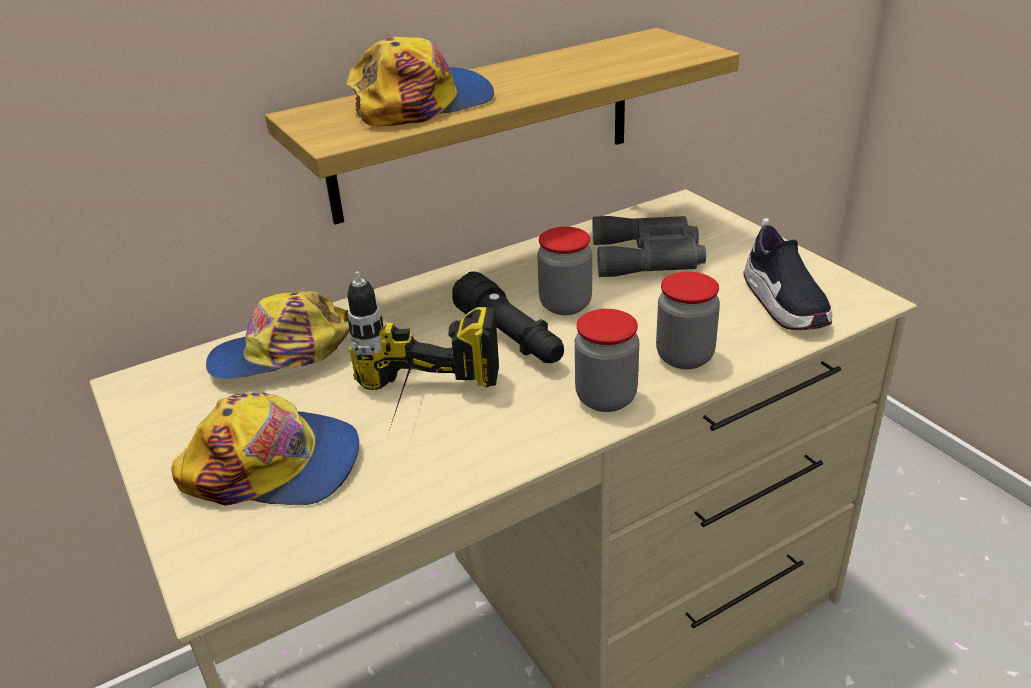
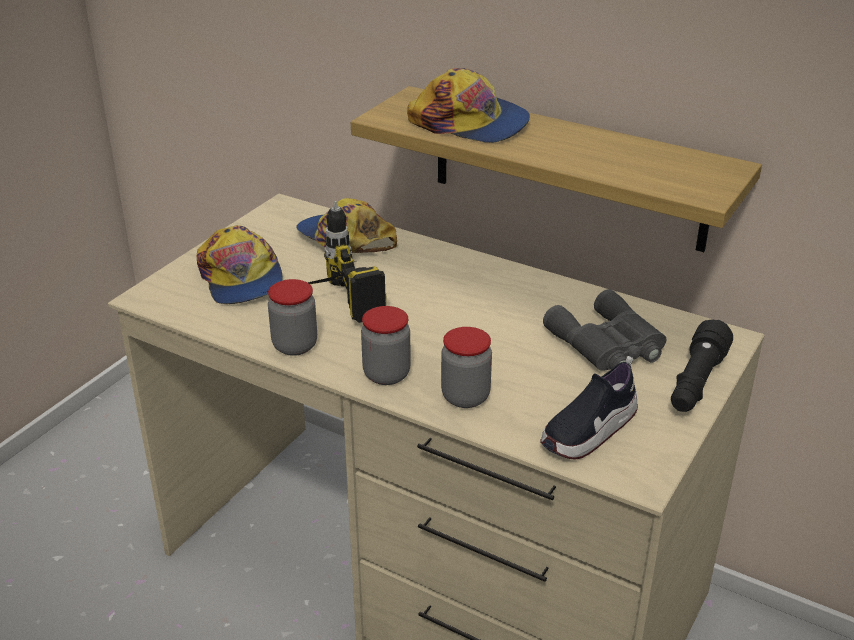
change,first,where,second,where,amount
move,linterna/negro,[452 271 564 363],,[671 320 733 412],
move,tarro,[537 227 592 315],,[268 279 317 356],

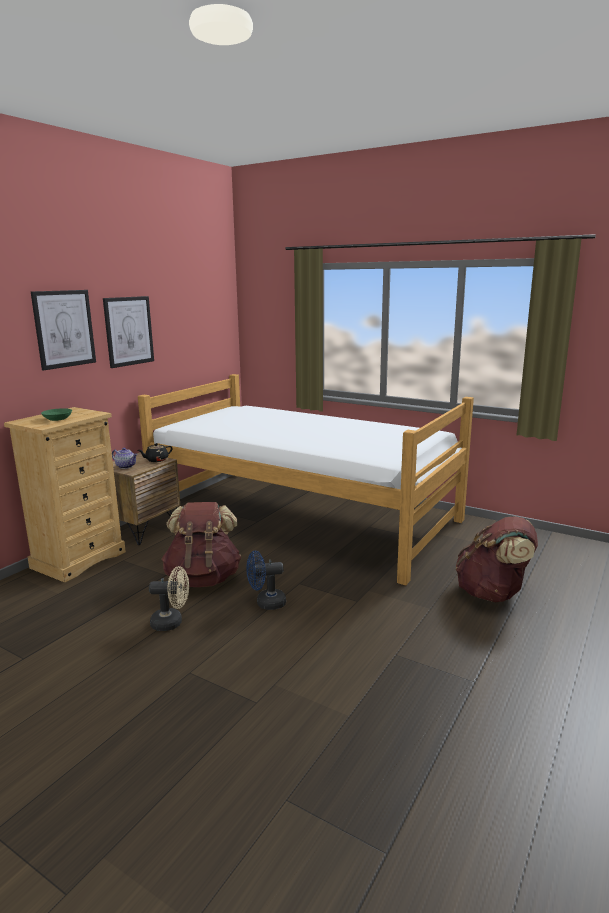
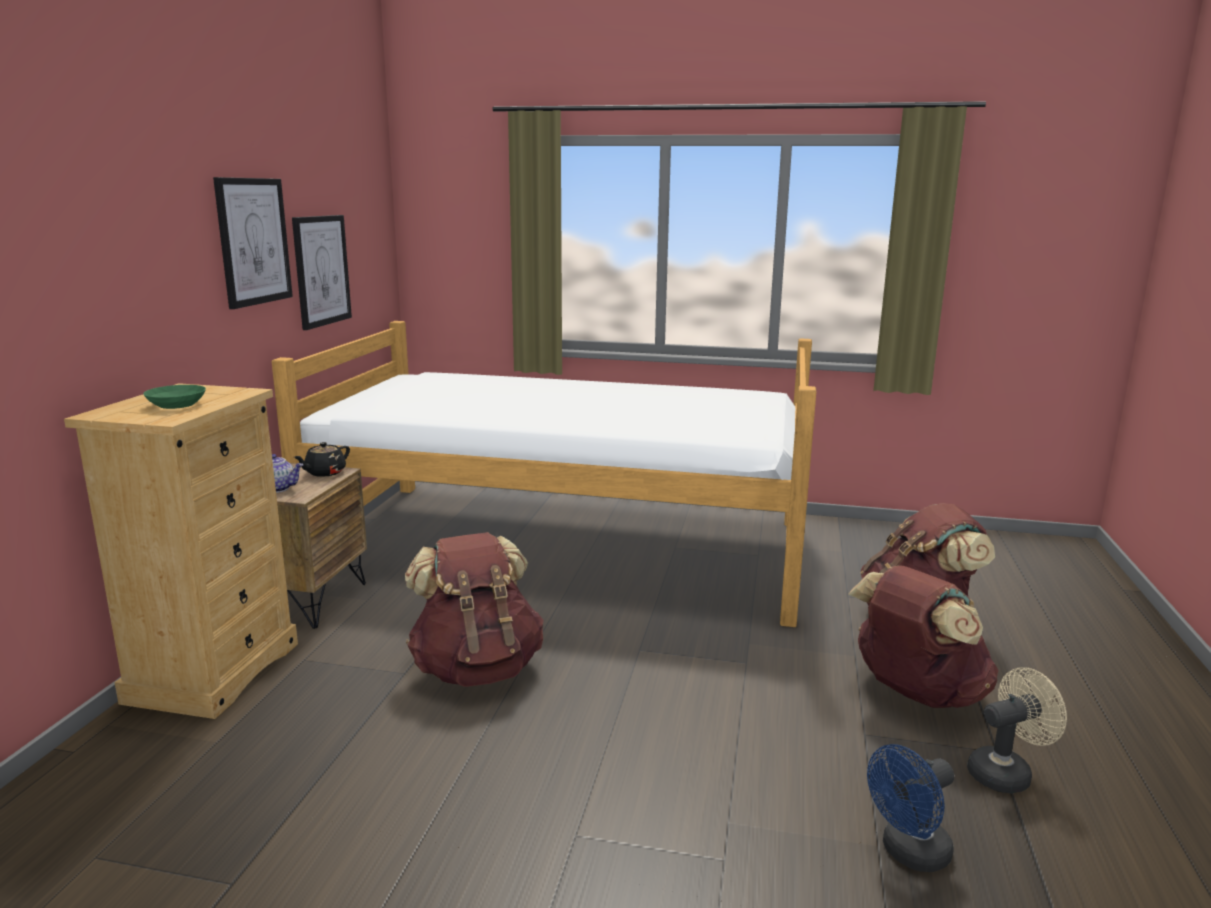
change,first,where,second,where,amount
insert,,,mochila/marrón,[849 566 999 708],
move,cuadro,[31 290 96 370],,[292 215 352 330],
move,ventilador/beis,[149 566 189 631],,[967 667 1067 793],
move,ventilador/azul,[246 551 286 610],,[867 744 954 872],

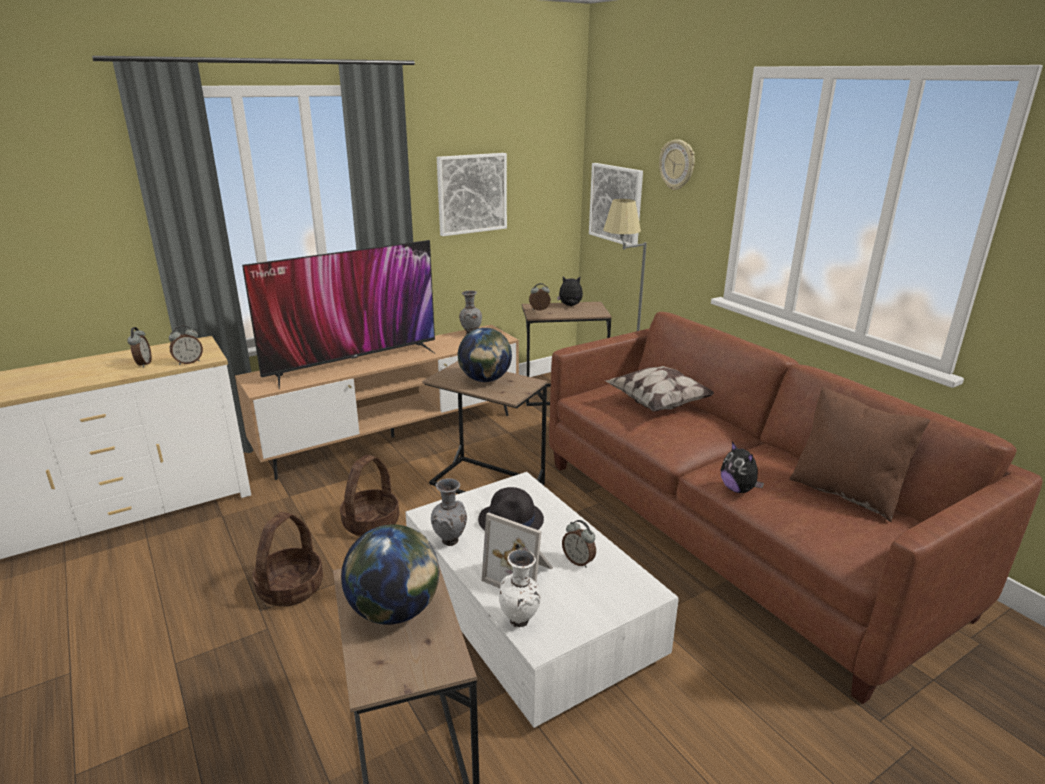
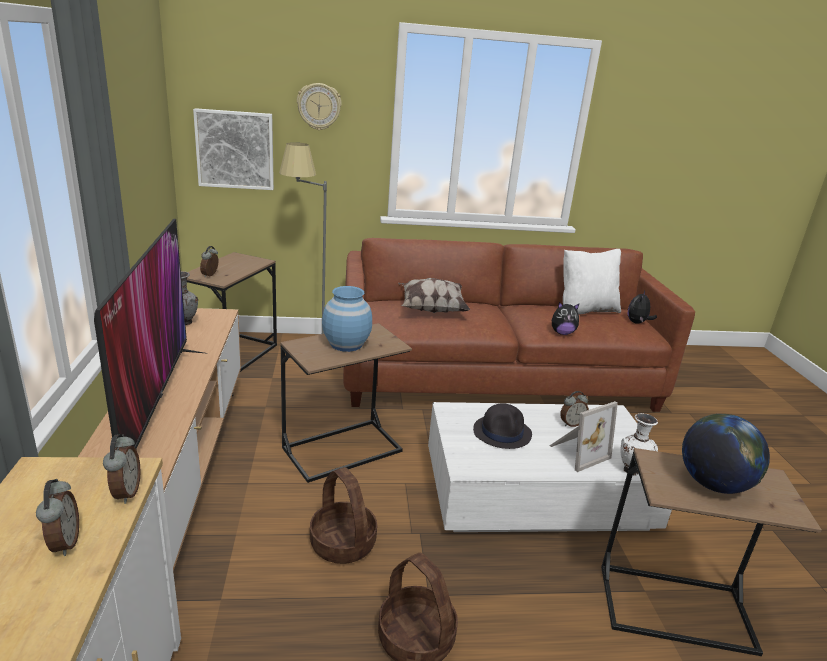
change,first,where,second,where,amount
delete,florero/gris,[431 478 467 546],,,
delete,cuadro,[437 153 507 236],,,
move,peluche,[557 277 583 306],,[628 290 657 324],
replace,globo terráqueo,[458 328 512 382],florero/azul,[322 286 372 352],
recolor,cojín/marrón,[789 387 930 522],cojín/blanco,[563 249 621 315],
rotate,despertador,[127 327 152 368],,[36 479 79 556],60 degrees clockwise

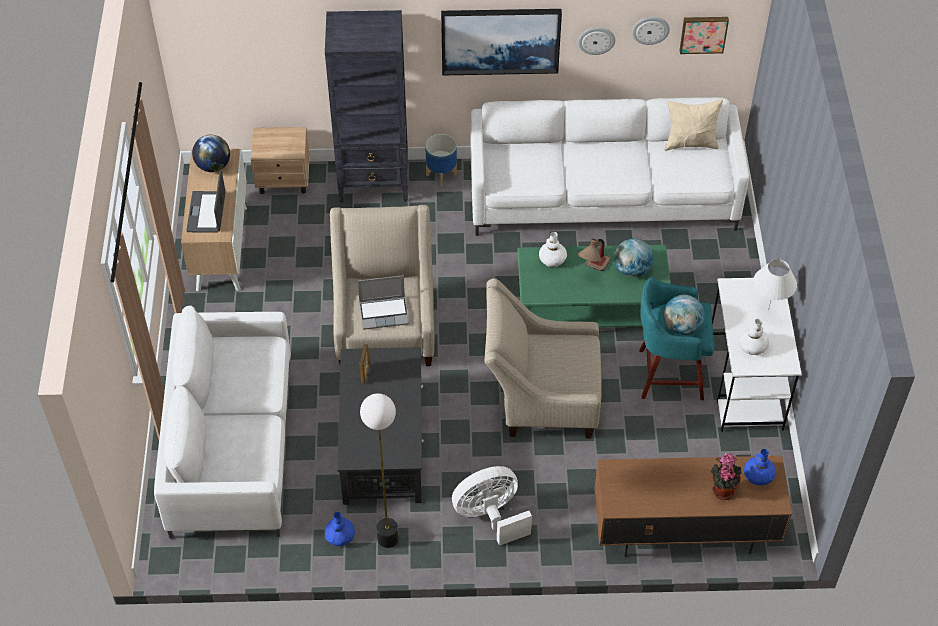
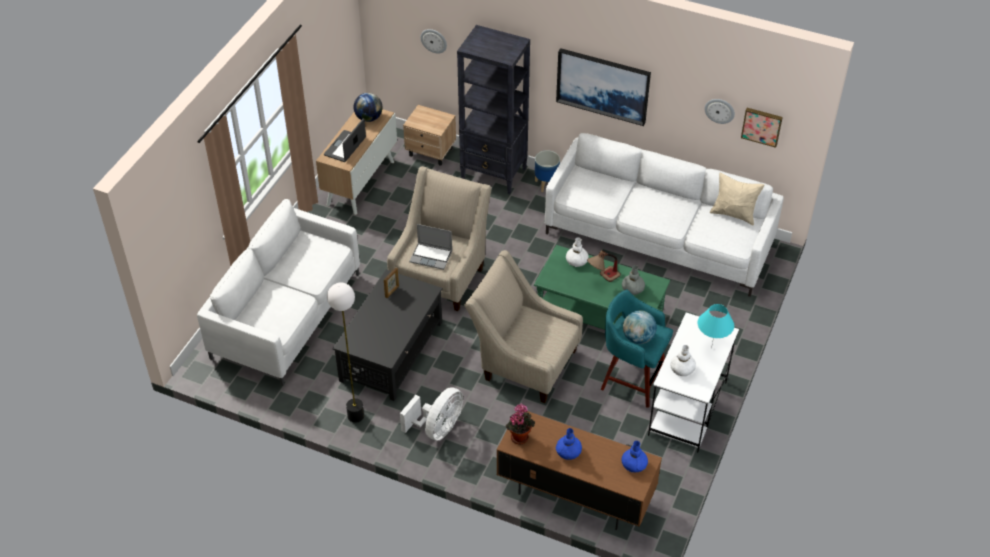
change,first,where,second,where,amount
move,florero/azul,[325 512 355 546],,[556 428 582 460],
move,reloj de pared,[578 27 615 55],,[420 29 447 54],
move,planta en maceta,[711 453 741 500],,[506 404 535 444],
replace,globo terráqueo,[614 239 653 277],florero/gris,[622 265 645 295],
recolor,lámpara de mesa/blanco,[753 259 797 311],lámpara de mesa/turquesa,[697 304 734 349],
rotate,ventilador/blanco,[452 466 532 546],,[400 387 463 441],120 degrees clockwise

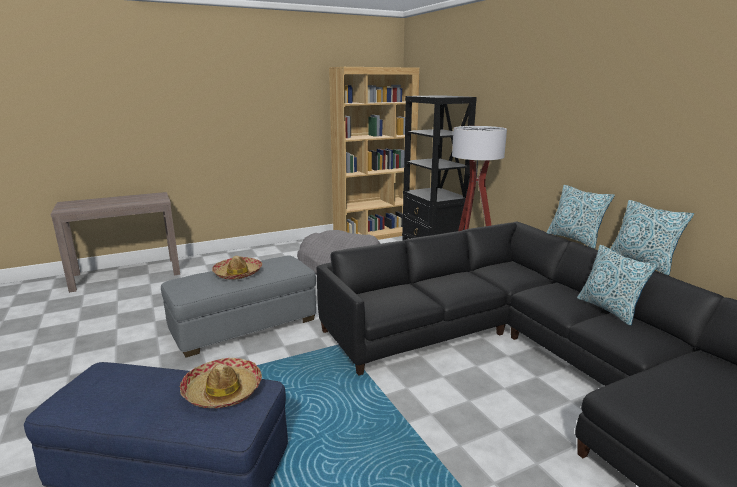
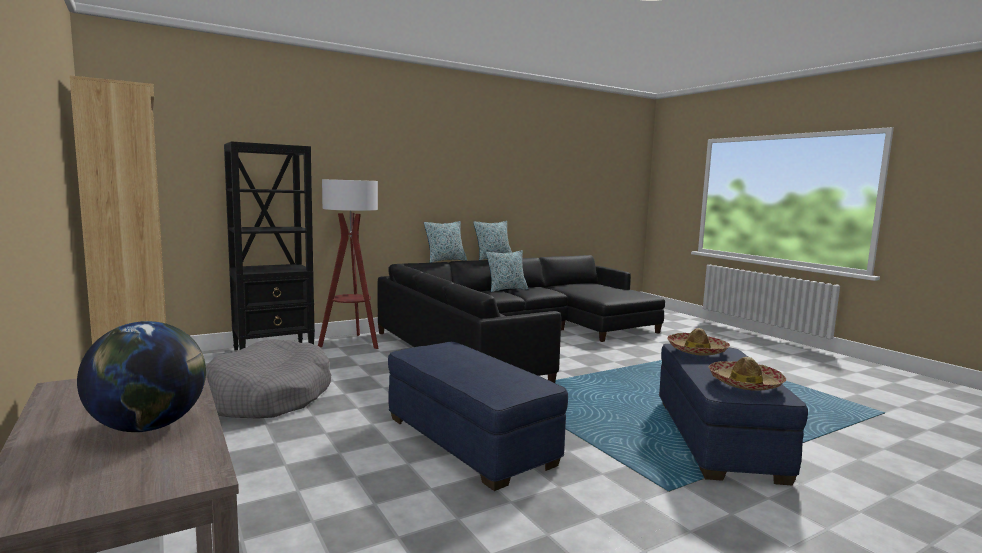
change,first,where,second,where,amount
insert,,,globo terráqueo,[77 321 206 432],
move,sombrero,[212 256 262 280],,[709 357 786 391],
recolor,puf/gris,[161 255 316 357],puf/azul,[388 342 568 491],

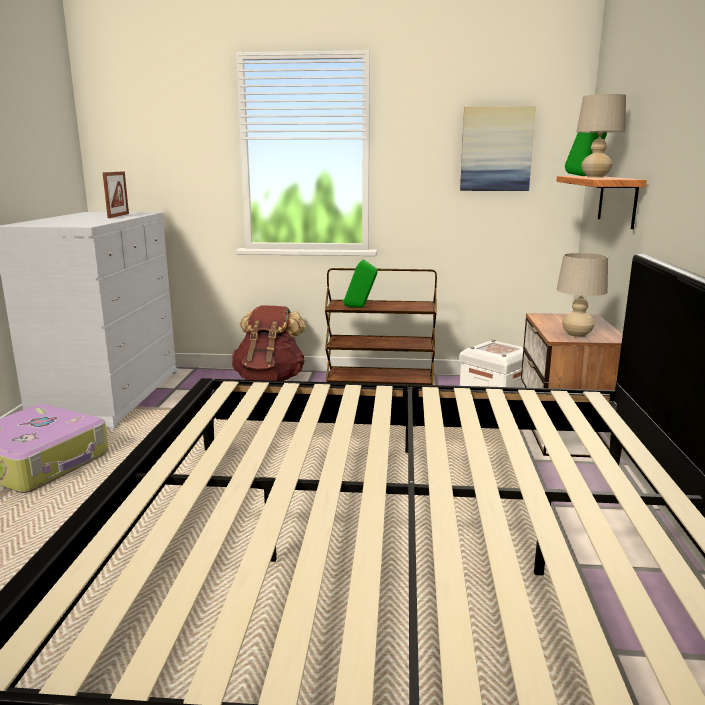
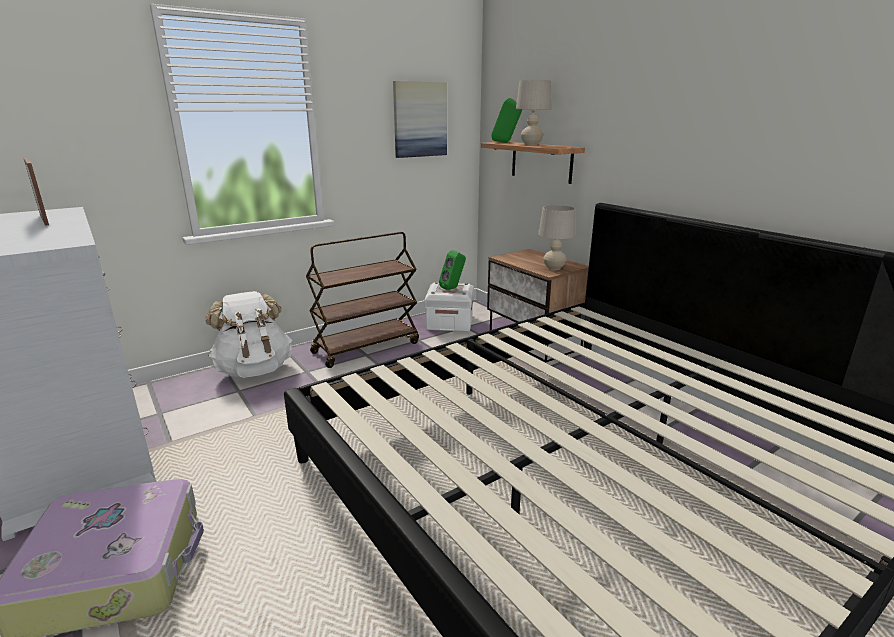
change,first,where,second,where,amount
move,altavoz/verde,[343 259 377 308],,[439 250 466 290],
recolor,mochila/marrón,[232 306 306 381],mochila/blanco,[205 291 292 378],

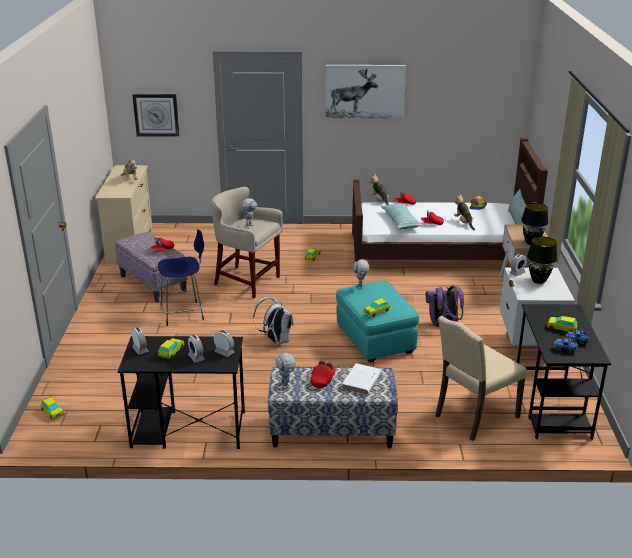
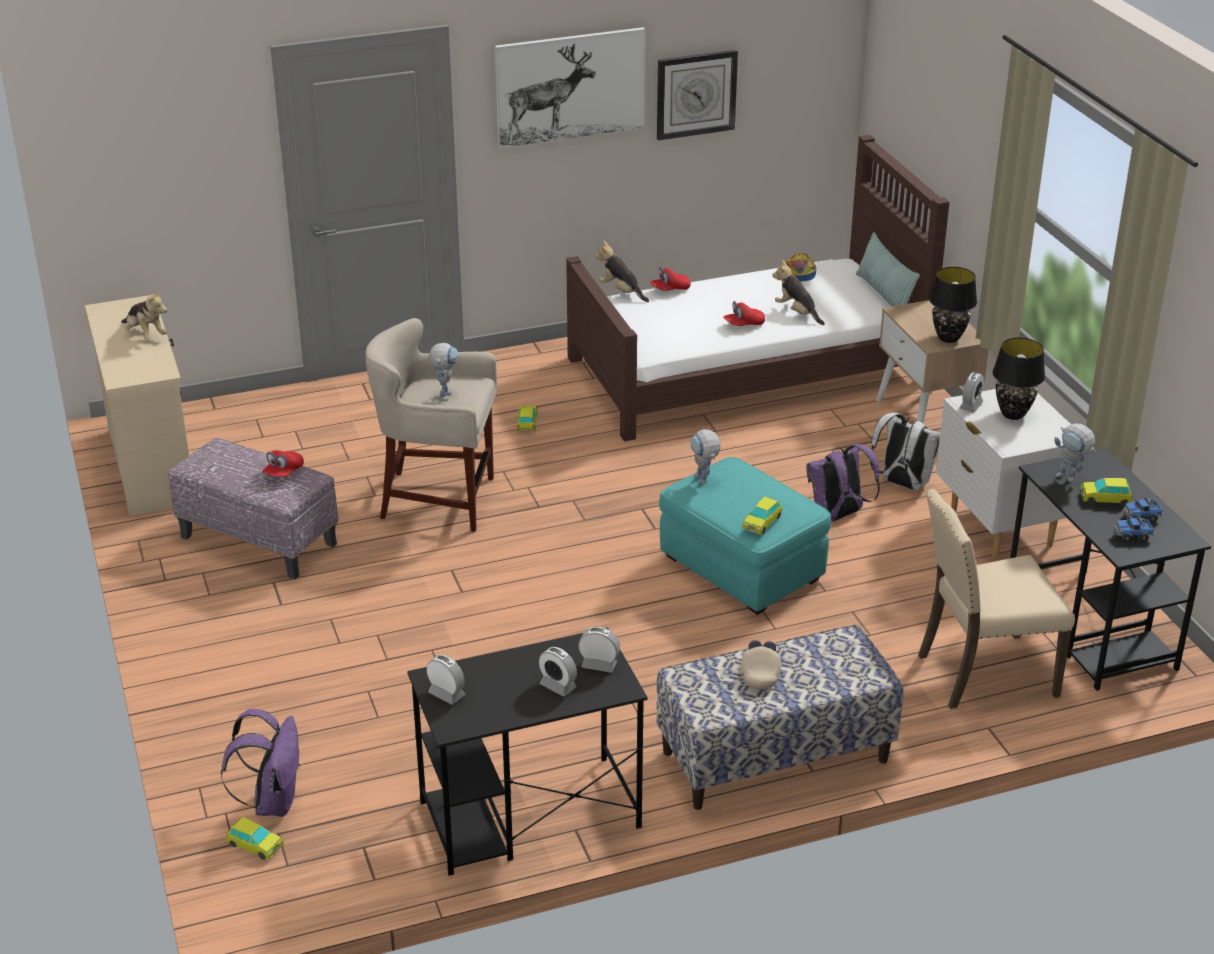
change,first,where,second,where,amount
delete,taburete/azul,[158 229 204 326],,,
delete,coche de juguete,[158 338 185 359],,,
delete,libro/blanco,[342 363 381 395],,,
delete,cojín,[381 203 423 229],,,
insert,,,mochila/morado,[221 709 301 817],
move,reloj de pared,[132 94 179 137],,[657 50 738 140],
move,mochila/blanco,[253 297 293 345],,[870 413 940 490],
move,robot de juguete,[276 353 296 389],,[1054 424 1096 482],
recolor,gorra/rojo,[310 361 335 388],gorra/beis,[741 640 781 689],
rotate,silla/beis,[435 316 527 441],,[918 489 1075 709],45 degrees clockwise

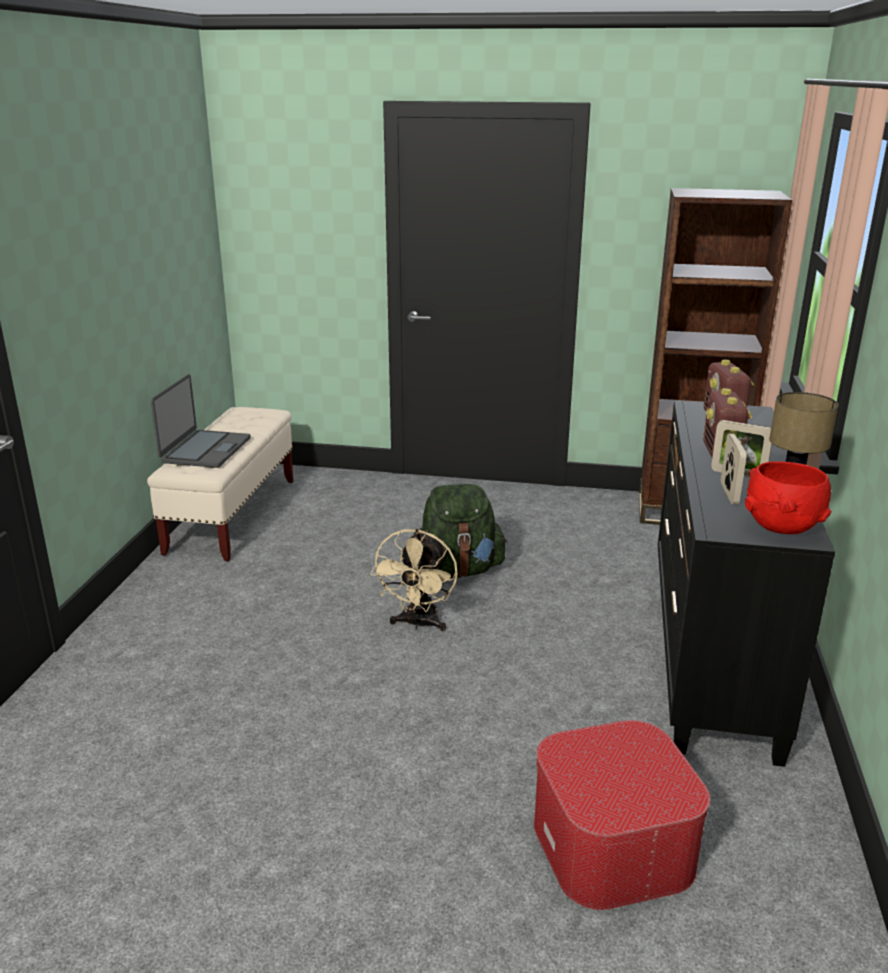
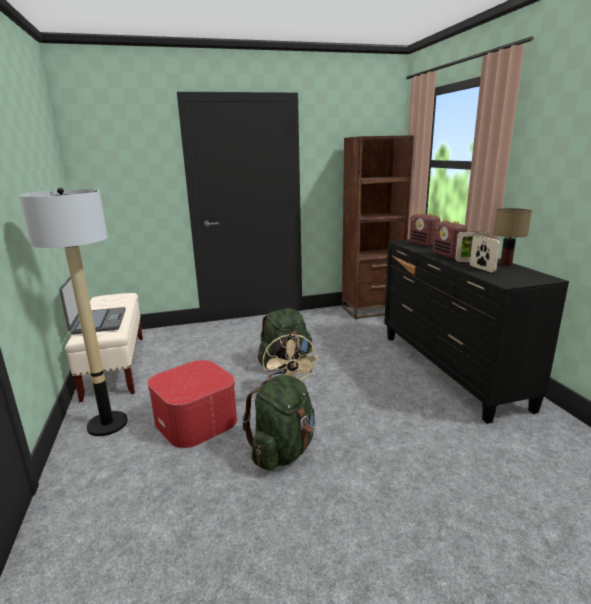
change,first,where,second,where,amount
delete,cuenco/rojo,[745 461 831 534],,,
insert,,,lámpara de pie,[19 188 128 436],
insert,,,mochila/verde,[242 375 315 470],
move,puf,[534 720 710 910],,[147 360 237 448],

